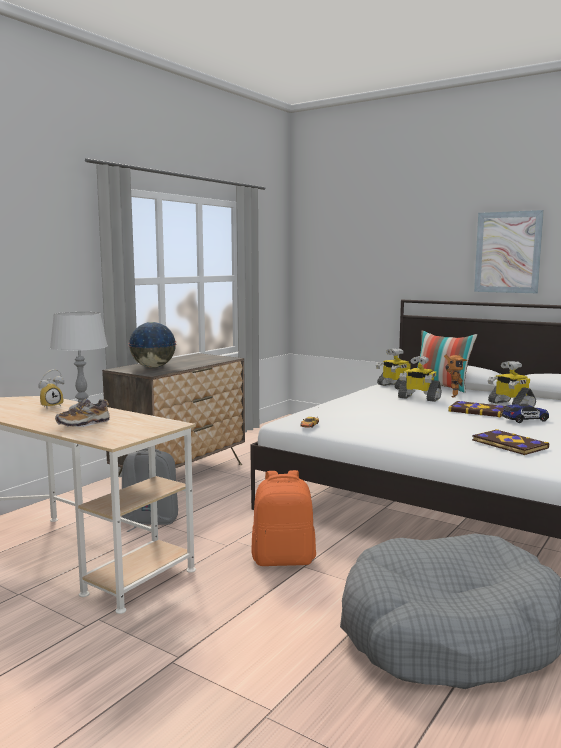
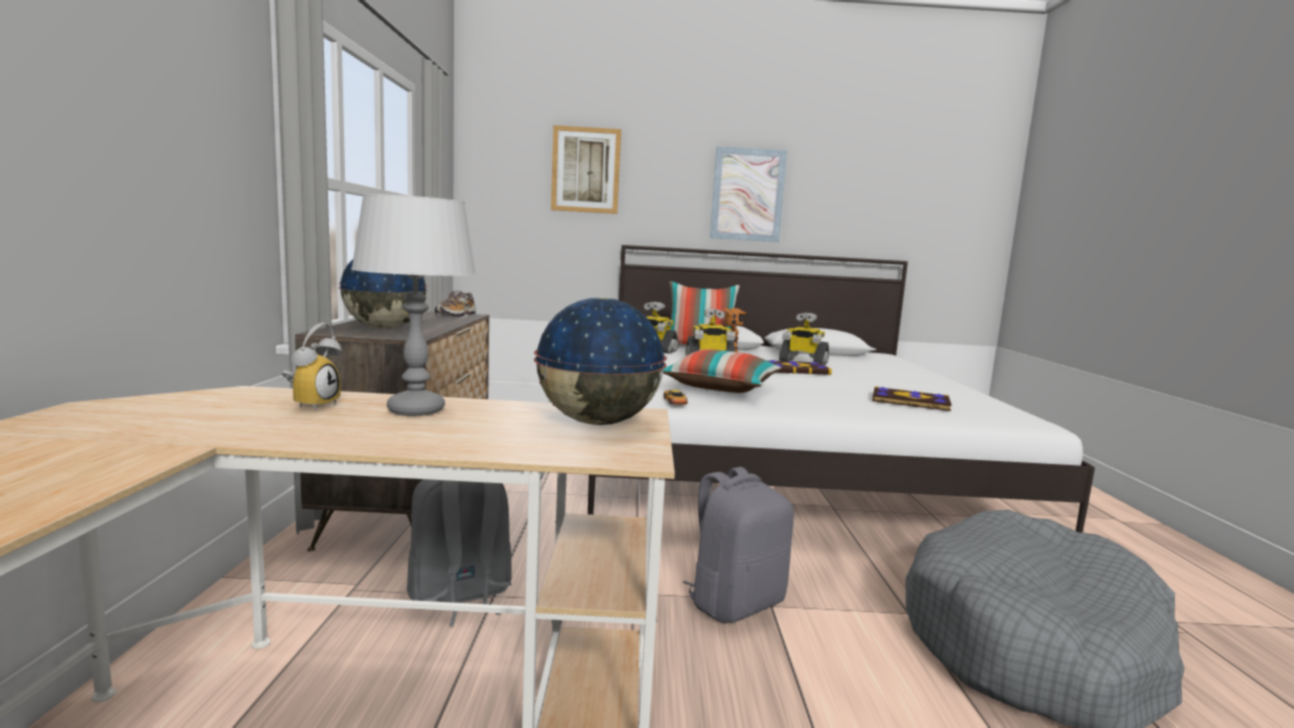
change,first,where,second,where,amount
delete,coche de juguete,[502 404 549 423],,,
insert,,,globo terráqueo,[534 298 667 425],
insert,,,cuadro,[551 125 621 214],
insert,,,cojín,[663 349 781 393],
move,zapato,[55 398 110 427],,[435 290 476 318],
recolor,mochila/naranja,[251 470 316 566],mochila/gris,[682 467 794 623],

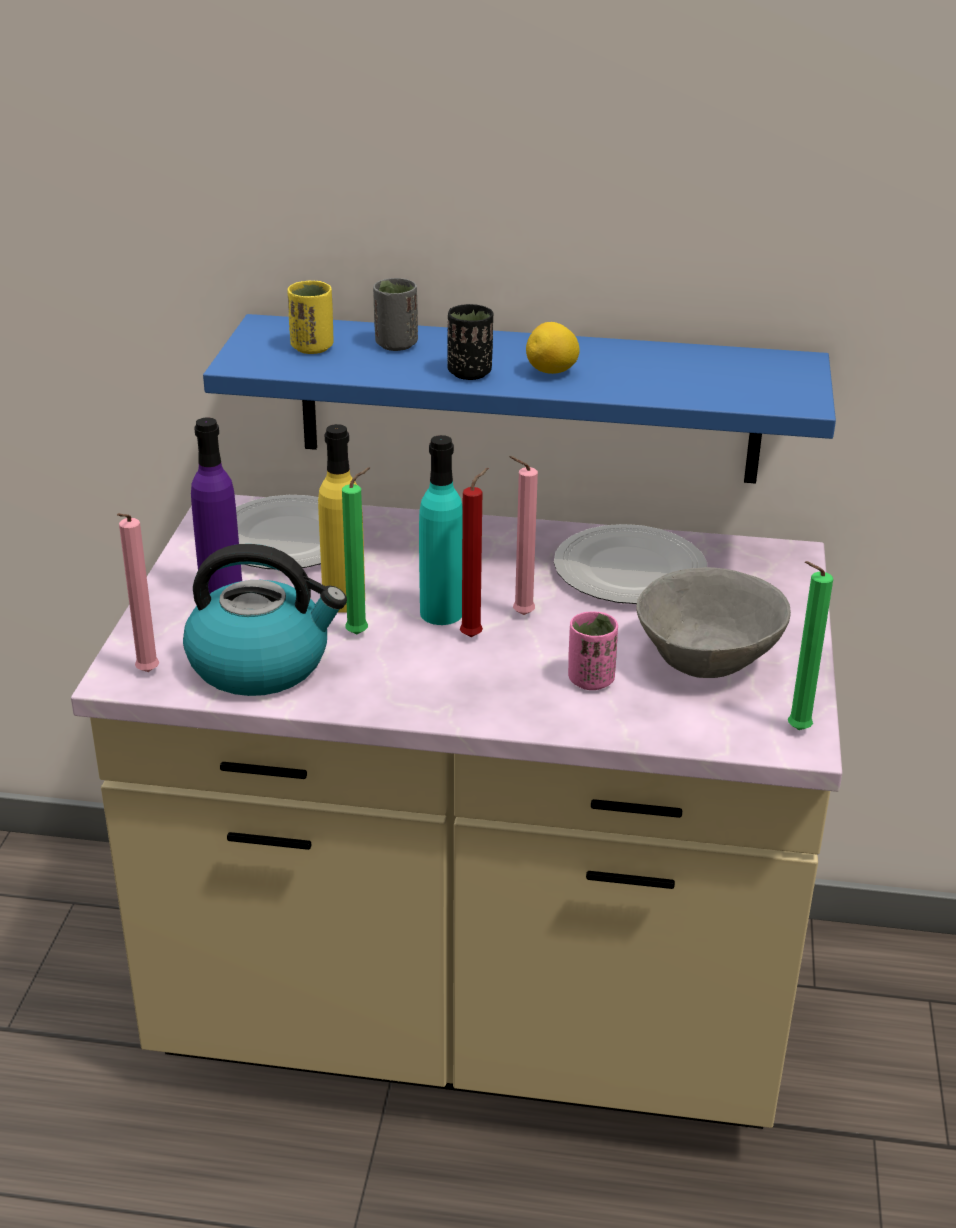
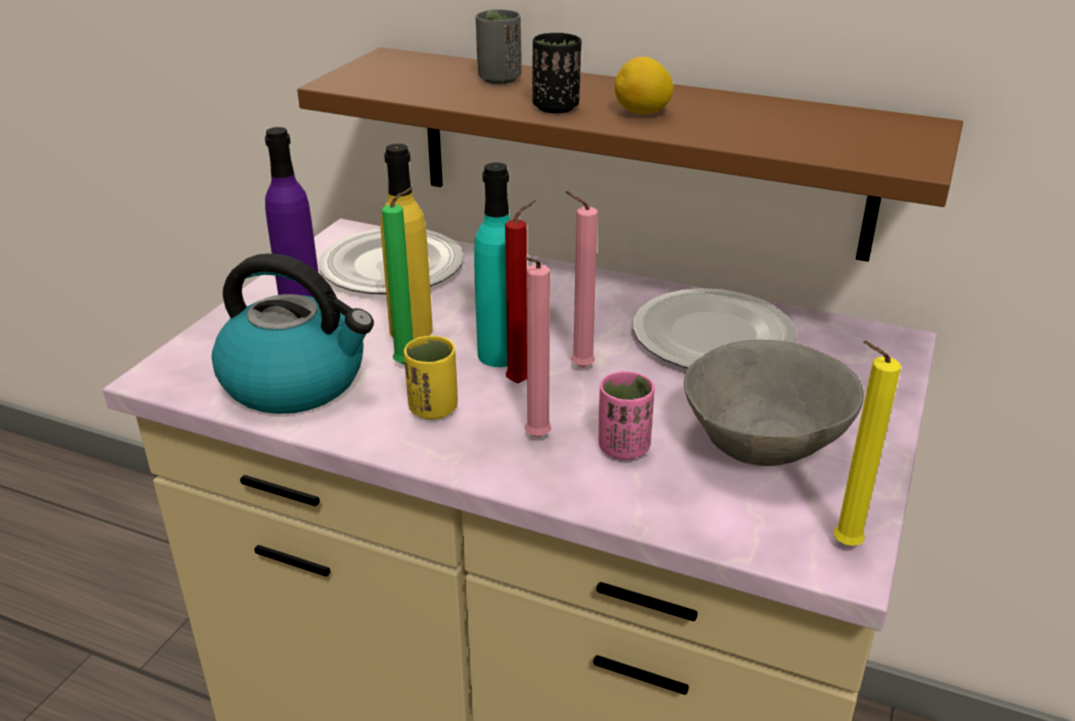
change,first,where,second,where,amount
move,vela/rosa,[117 513 159 672],,[525 257 551 437],
move,taza/amarillo,[287 281 334 354],,[404 336 458 420],
recolor,estante/azul,[203 314 836 484],estante/marrón,[297 47 963 262],
recolor,vela/verde,[788 561 833 730],vela/amarillo,[834 341 901 546],

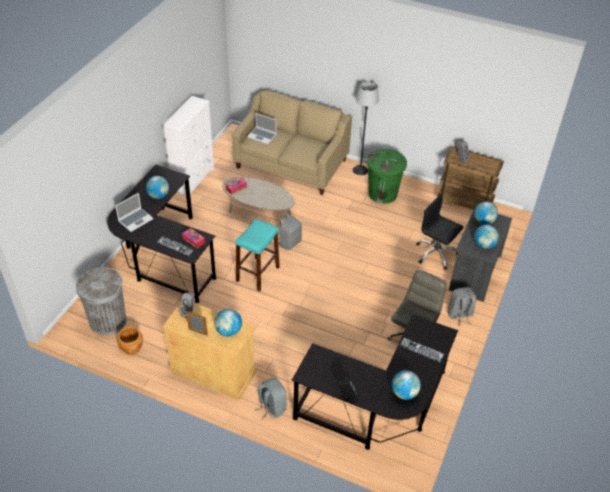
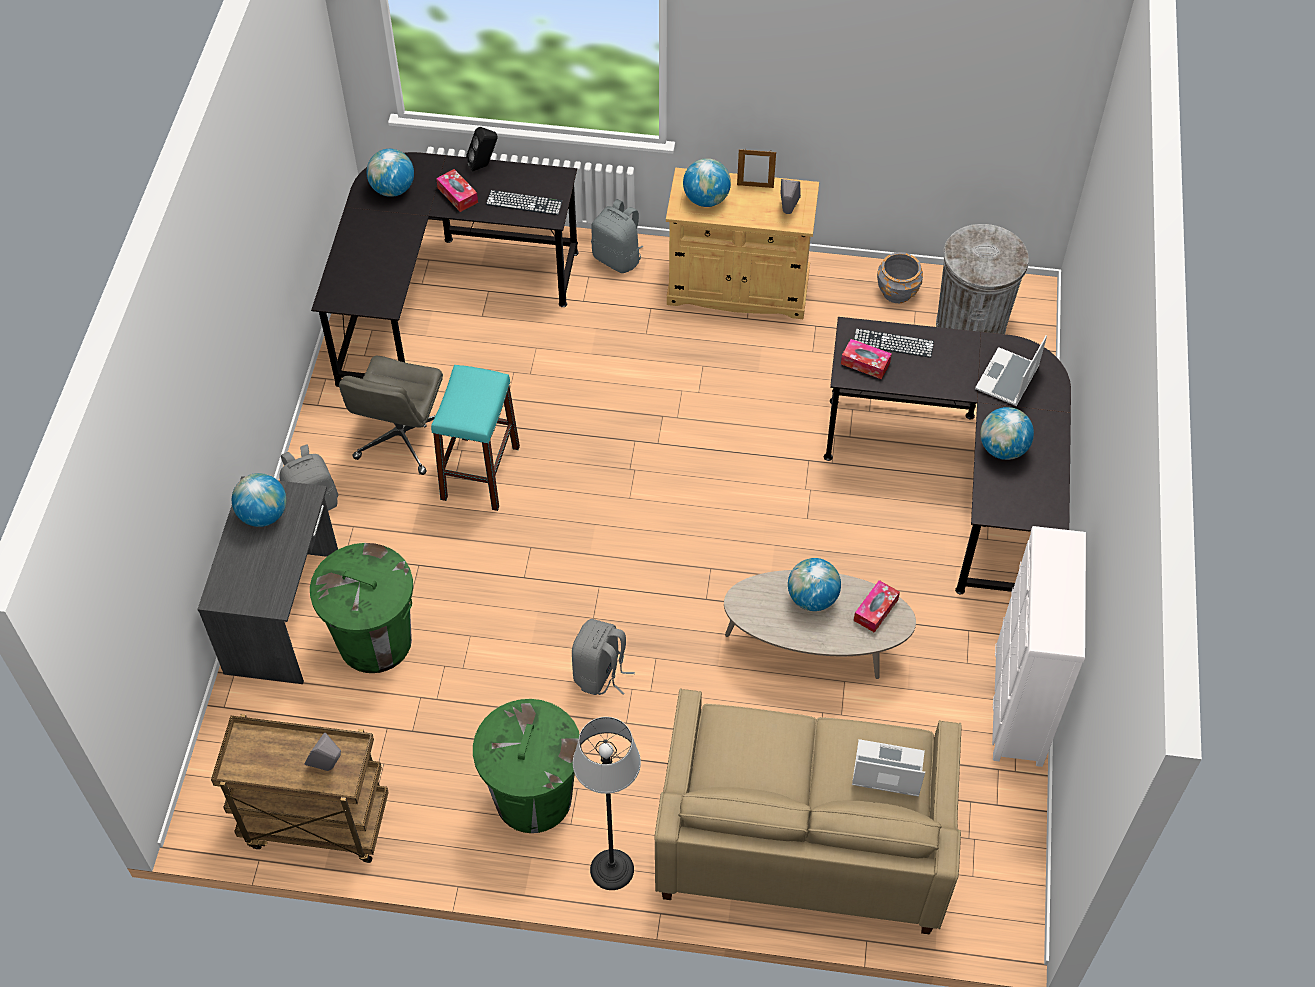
change,first,where,second,where,amount
insert,,,caja de pañuelos,[436 169 478 212],
move,taburete/turquesa,[235 218 280 292],,[431 365 520 511],
move,mochila/gris,[278 213 302 250],,[572 619 635 695],
move,teclado,[400 338 444 362],,[486 190 562 215],
move,globo terráqueo,[474 201 498 225],,[788 558 841 611],
replace,silla de oficina/negro,[416 194 463 270],papelera/verde,[310 543 413 673],
recolor,maceta/marrón,[117 327 143 355],maceta/gris,[877 252 923 303],

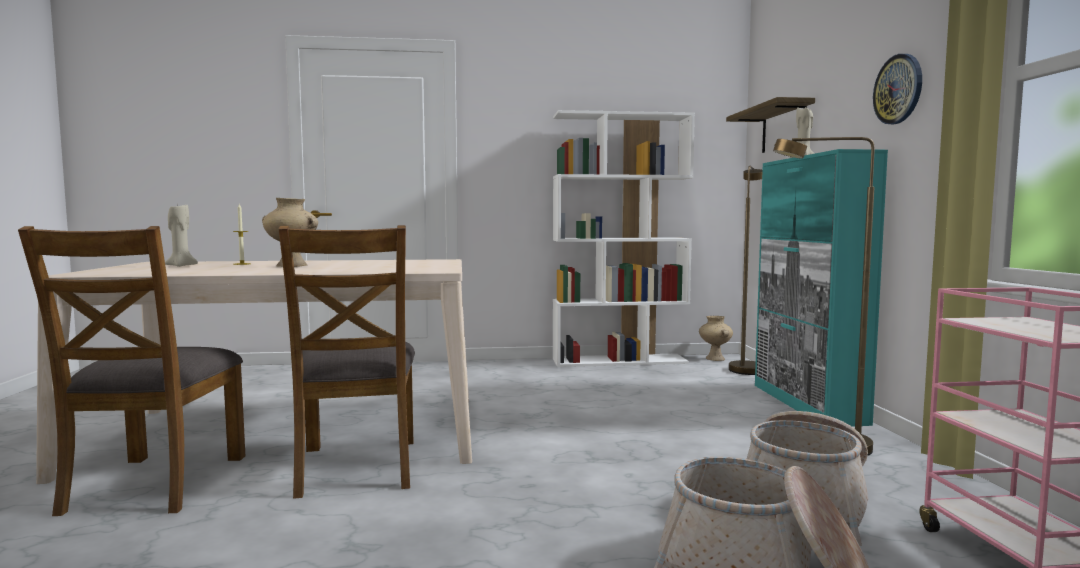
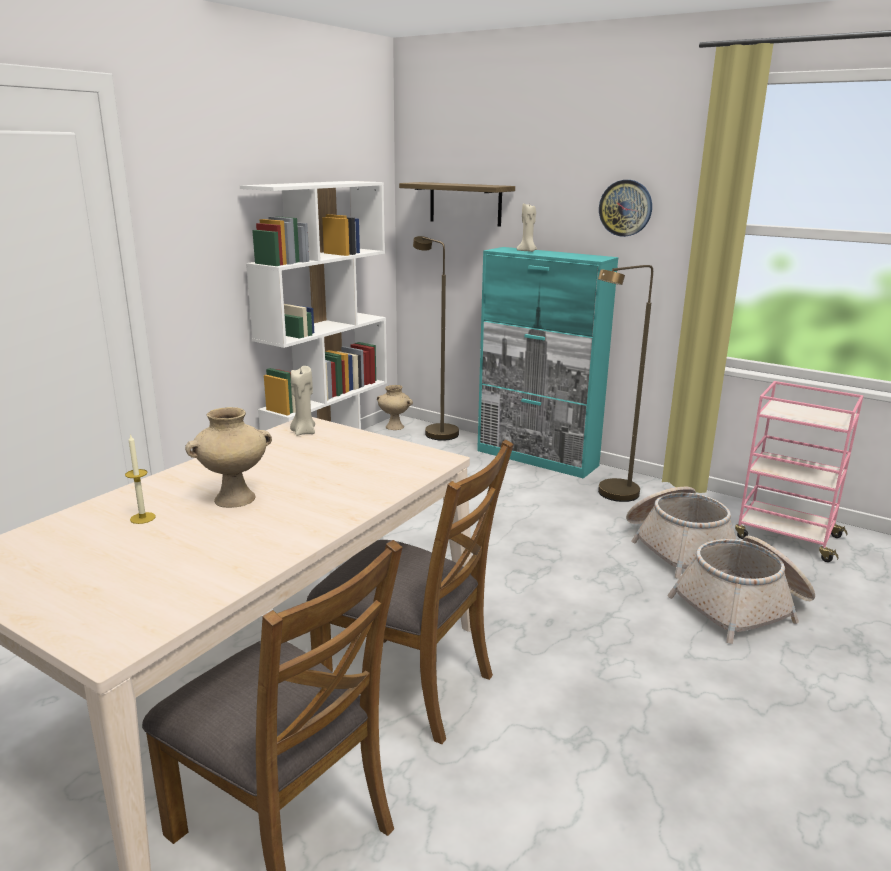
change,first,where,second,where,amount
move,vela/beis,[165 202 198 267],,[290 366 315 436],

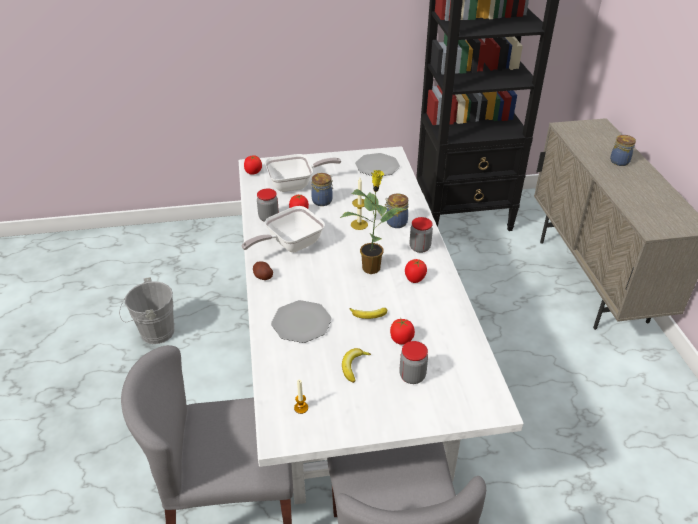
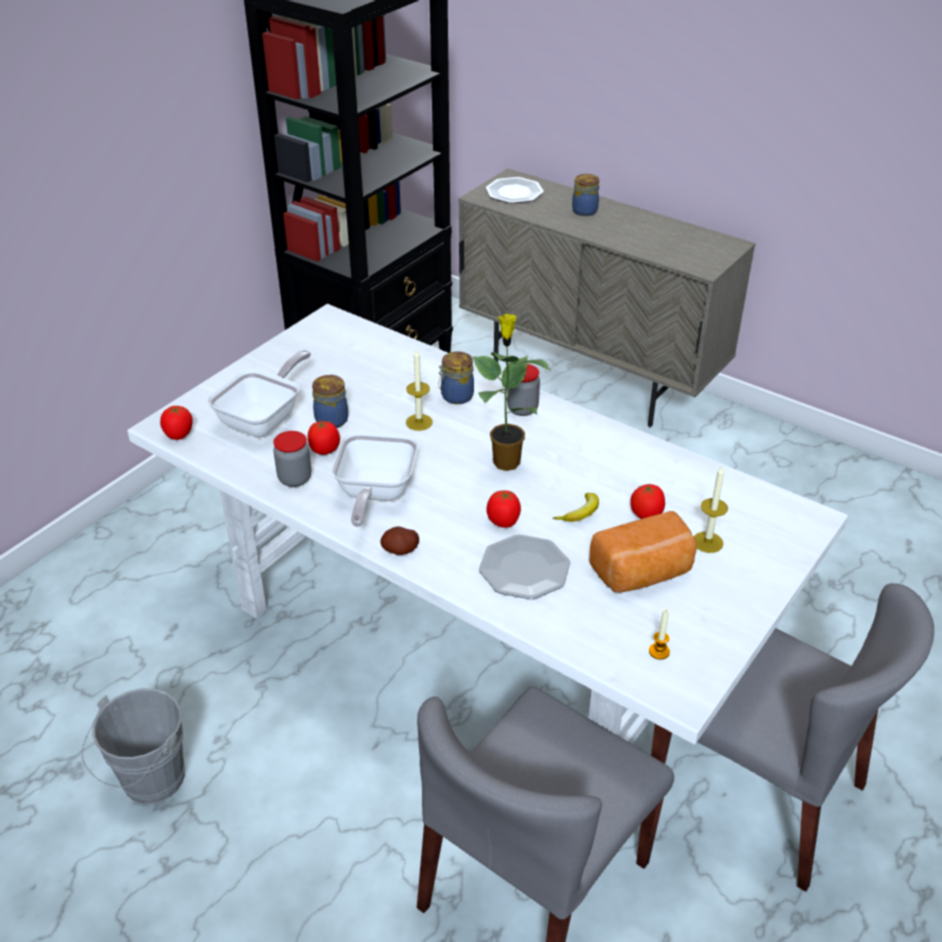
change,first,where,second,where,amount
move,plato,[355 153 400 176],,[485 177 544 203],
move,tomate,[405 259 427 283],,[486 490 521 528],
replace,plátano,[342 348 371 383],pan,[589 511 697 593],
replace,tarro,[399 341 428 384],vela,[694 466 728 553],

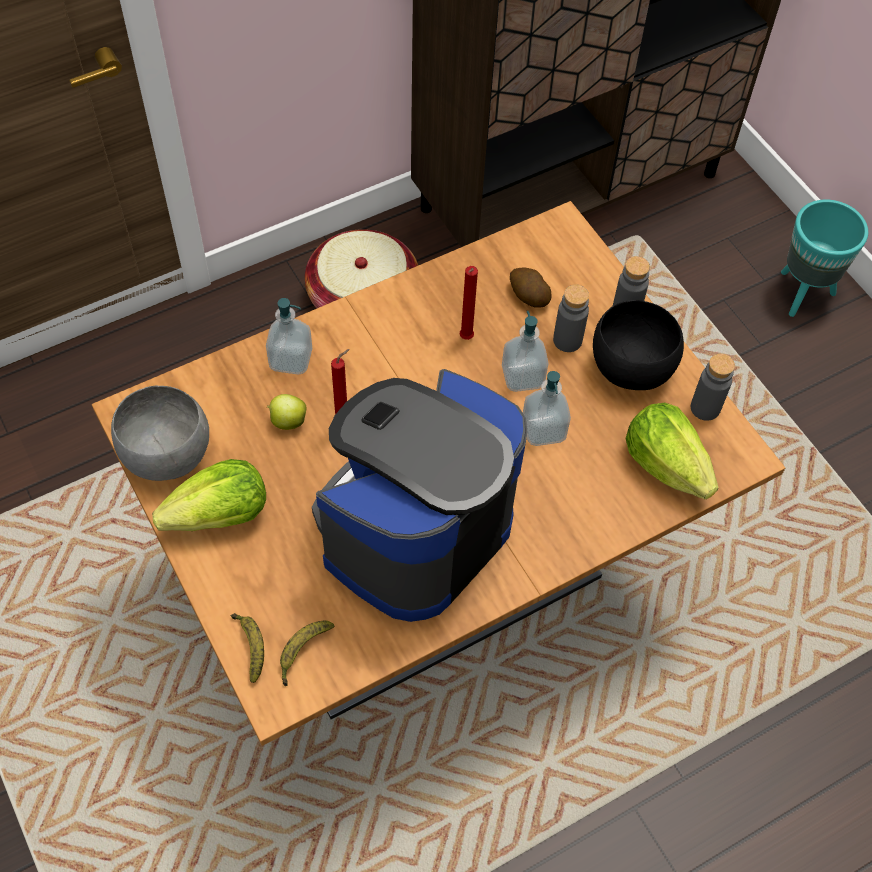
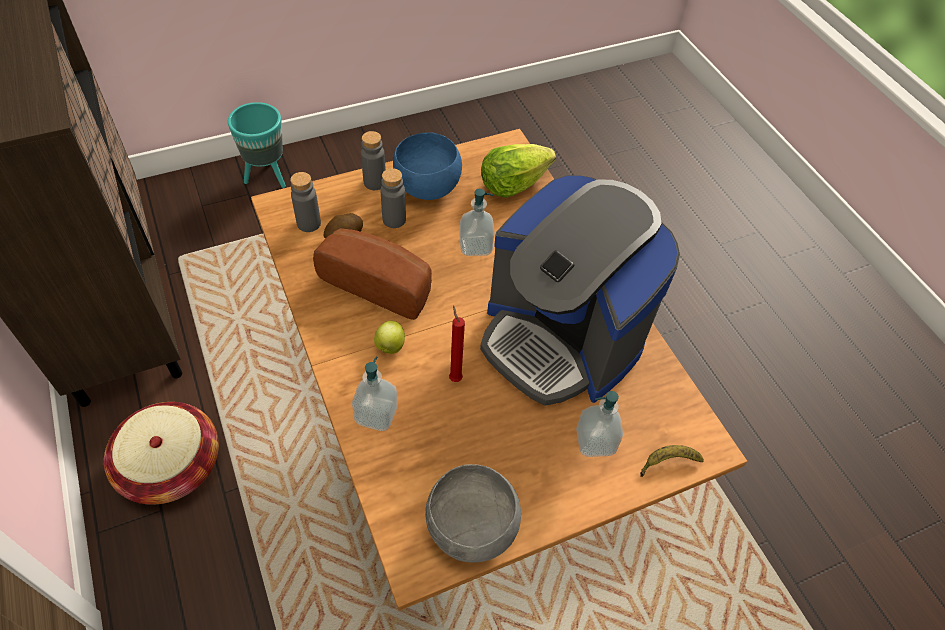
change,first,where,second,where,amount
delete,lechuga,[152 459 266 531],,,
delete,plátano,[280 621 335 686],,,
move,manzana,[267 394 307 430],,[374 321 405 354],
move,dispensador de jabón,[502 311 548 392],,[576 391 623 457],
move,botella/gris,[691 354 735 421],,[290 172 321 232],
replace,vela/rojo,[459 266 478 340],pan,[313 228 432 320],
recolor,cuenco/negro,[593 300 684 390],cuenco/azul,[393 132 462 200],

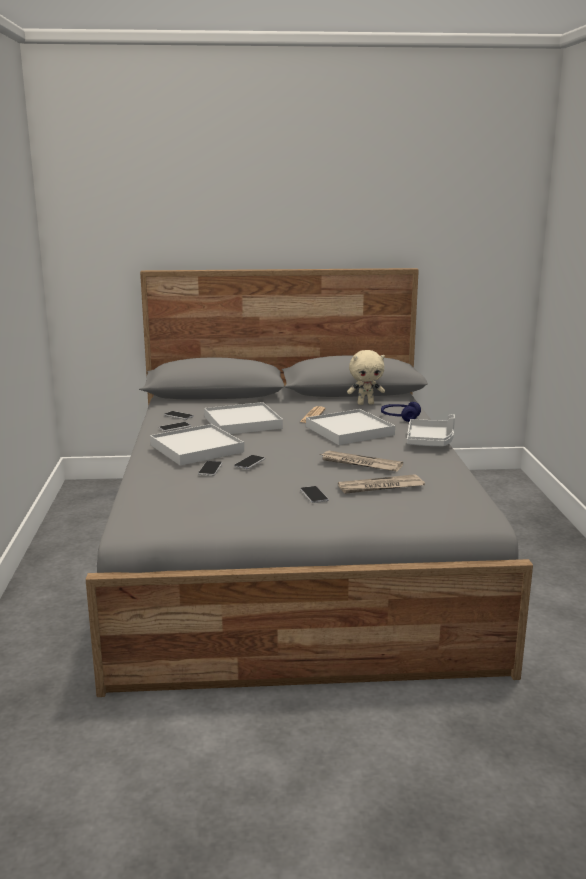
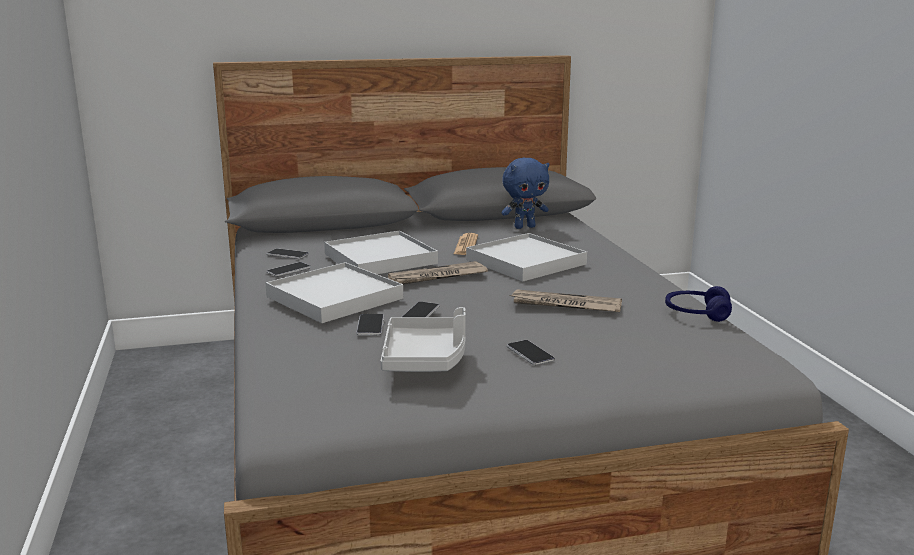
change,first,where,second,where,amount
move,periódico,[338 474 425 494],,[388 261 488 285],
move,auriculares/azul,[381 402 421 422],,[665 286 732 322],
move,bandeja/gris,[407 414 455 446],,[381 307 466 372],
recolor,peluche/beis,[347 350 385 405],peluche/azul,[501 158 549 229],

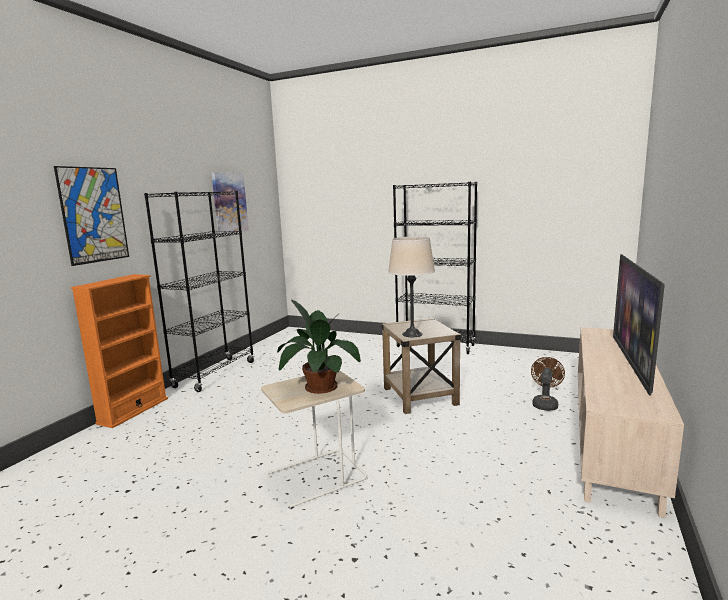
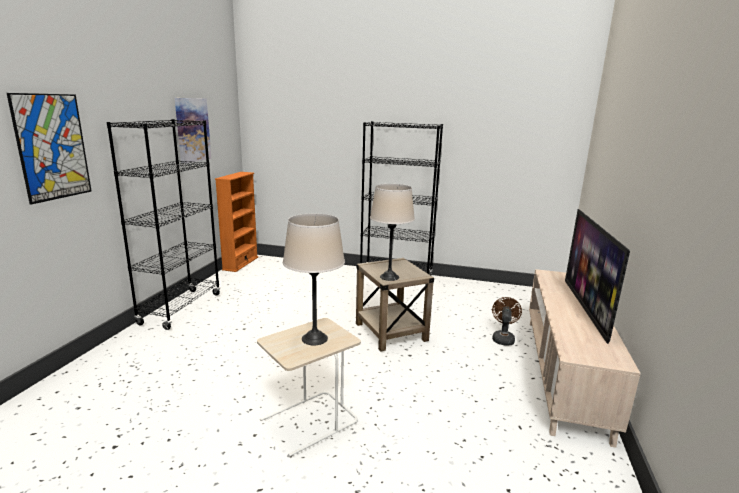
change,first,where,second,where,amount
move,estantería/naranja,[71 274 168 428],,[215 172 258 272],
replace,planta en maceta,[277 300 361 394],lámpara de mesa/beis,[283 213 345 345],

